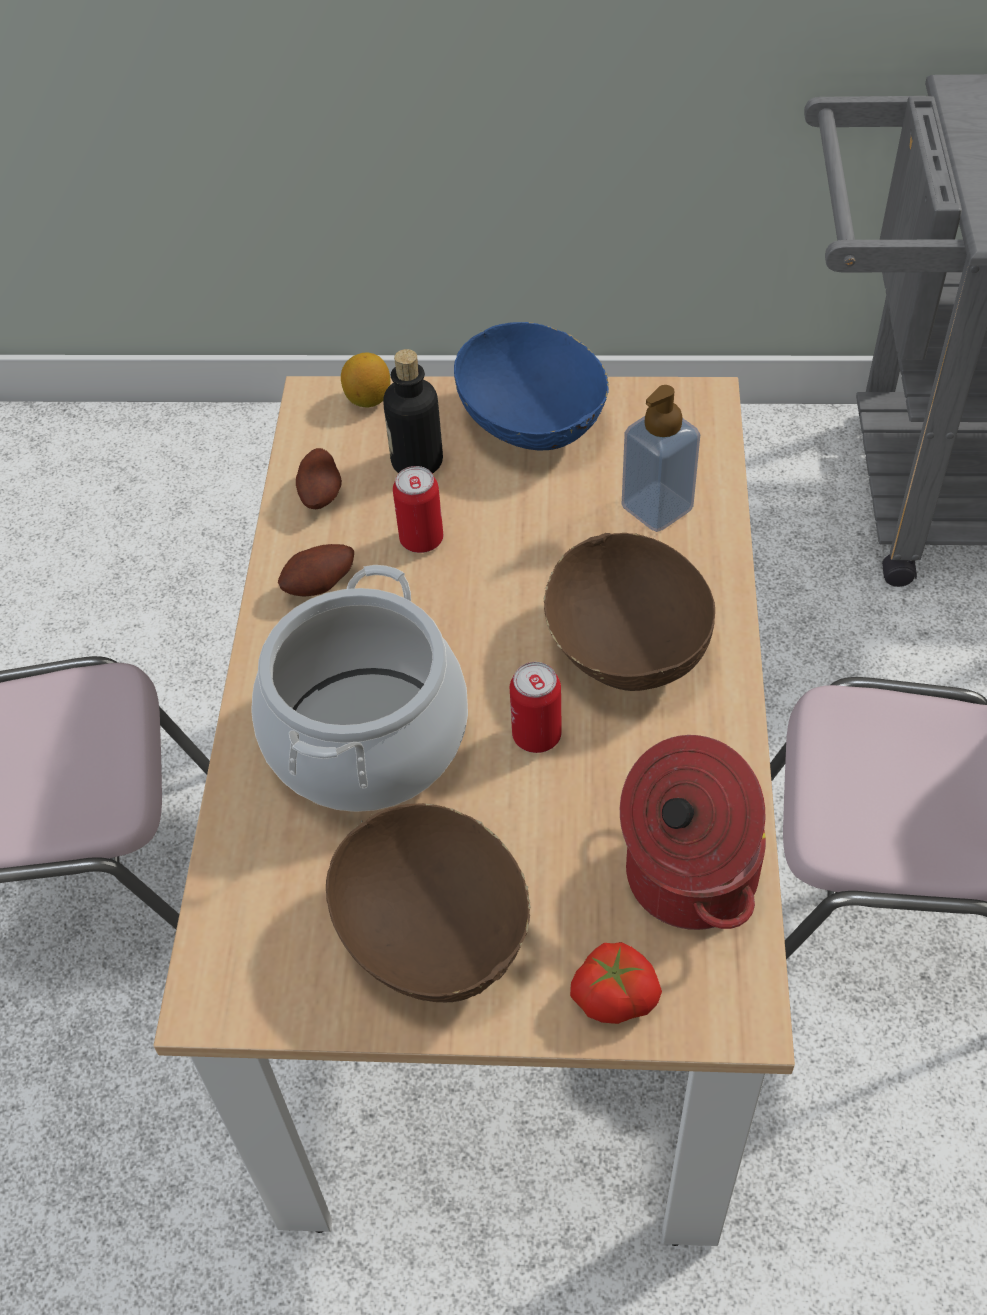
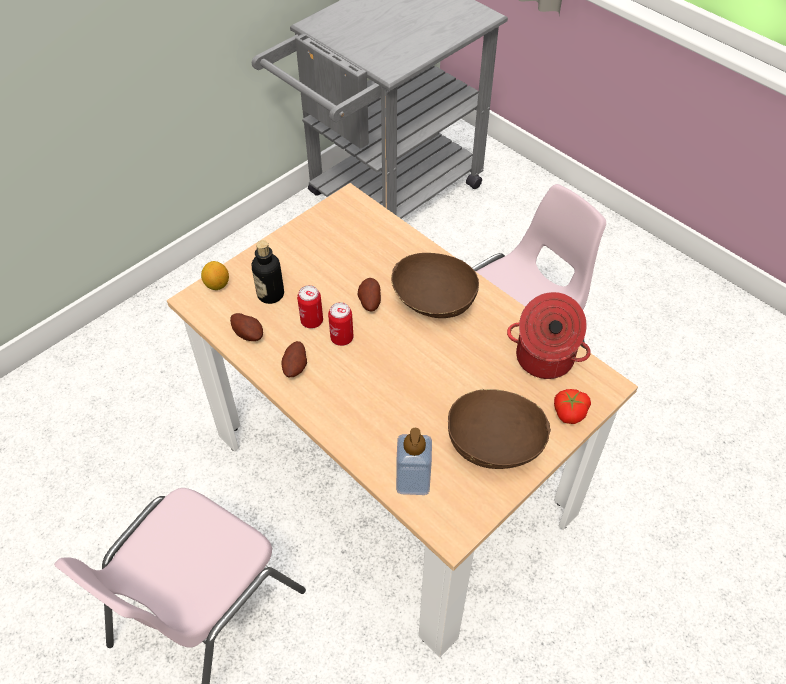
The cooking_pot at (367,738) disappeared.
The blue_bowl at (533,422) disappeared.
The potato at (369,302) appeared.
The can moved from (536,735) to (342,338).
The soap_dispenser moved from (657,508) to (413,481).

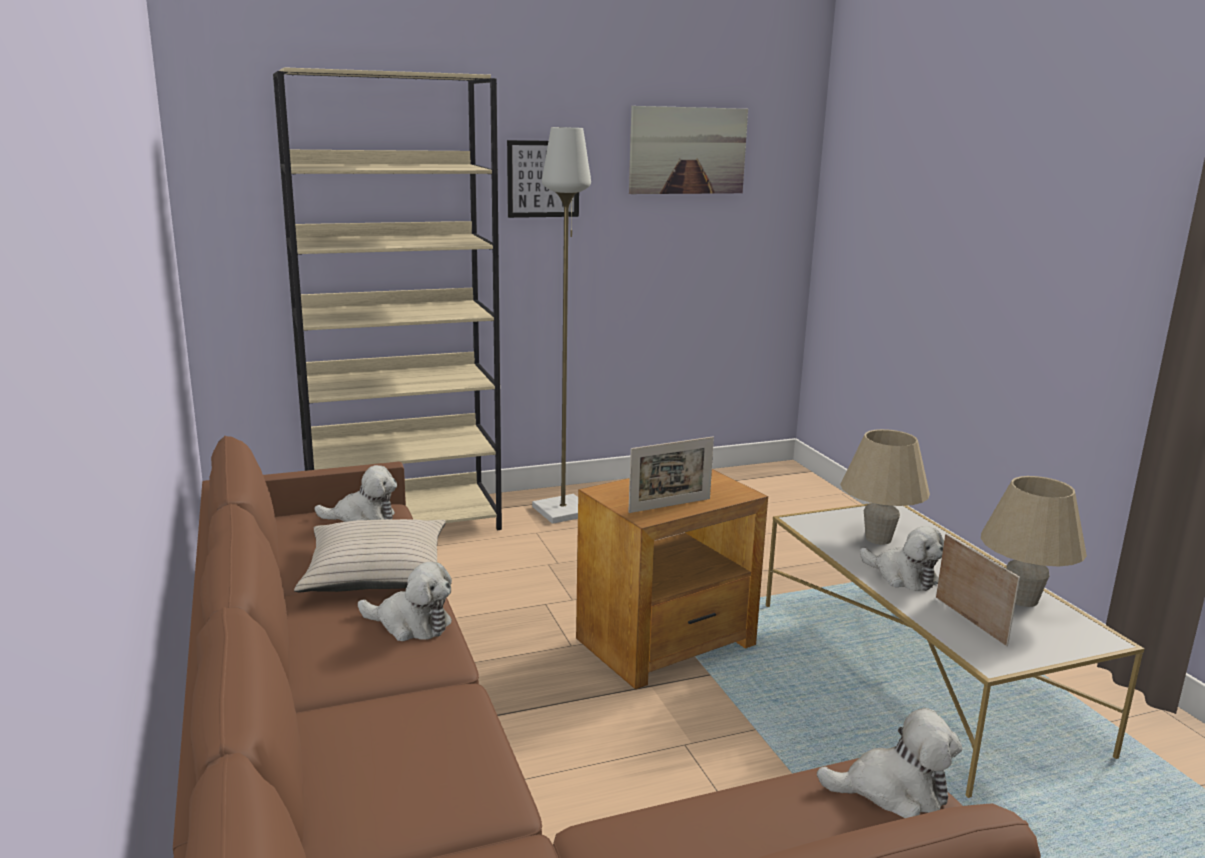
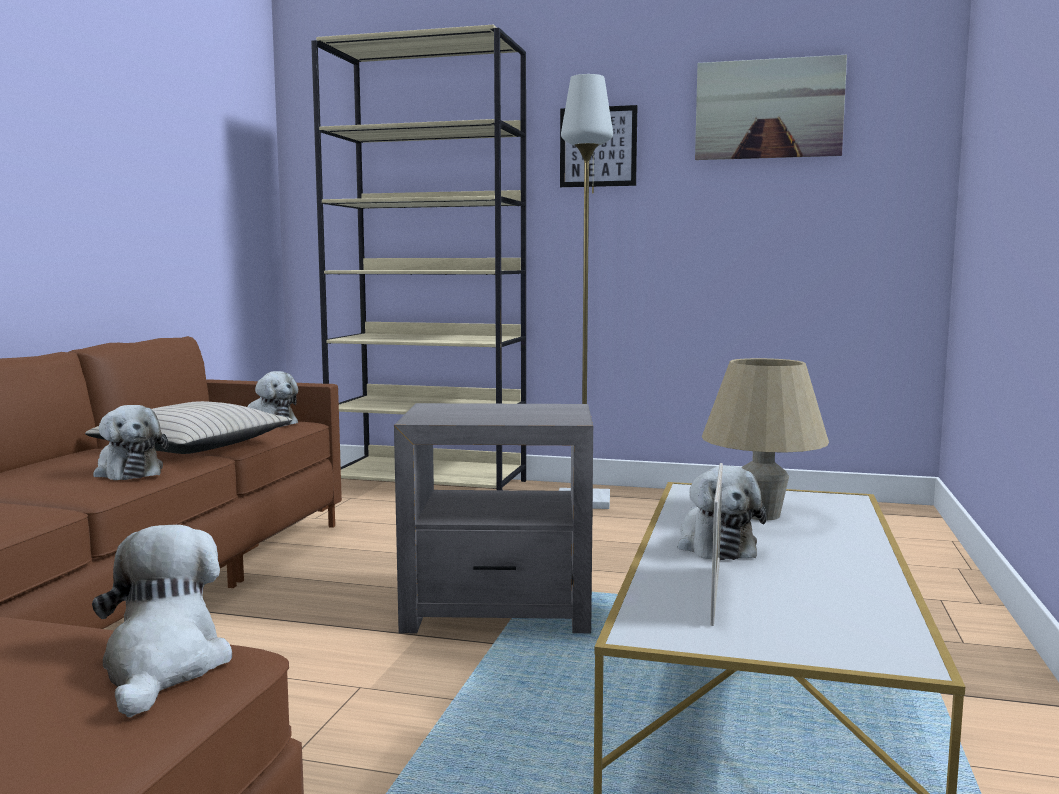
The picture_frame at (670,505) disappeared.
The beige_table_lamp at (1022,599) disappeared.
The brown_side_table at (667,642) became the grey_side_table at (500,608).
The plush_toy at (893,791) turned 135 degrees counterclockwise.

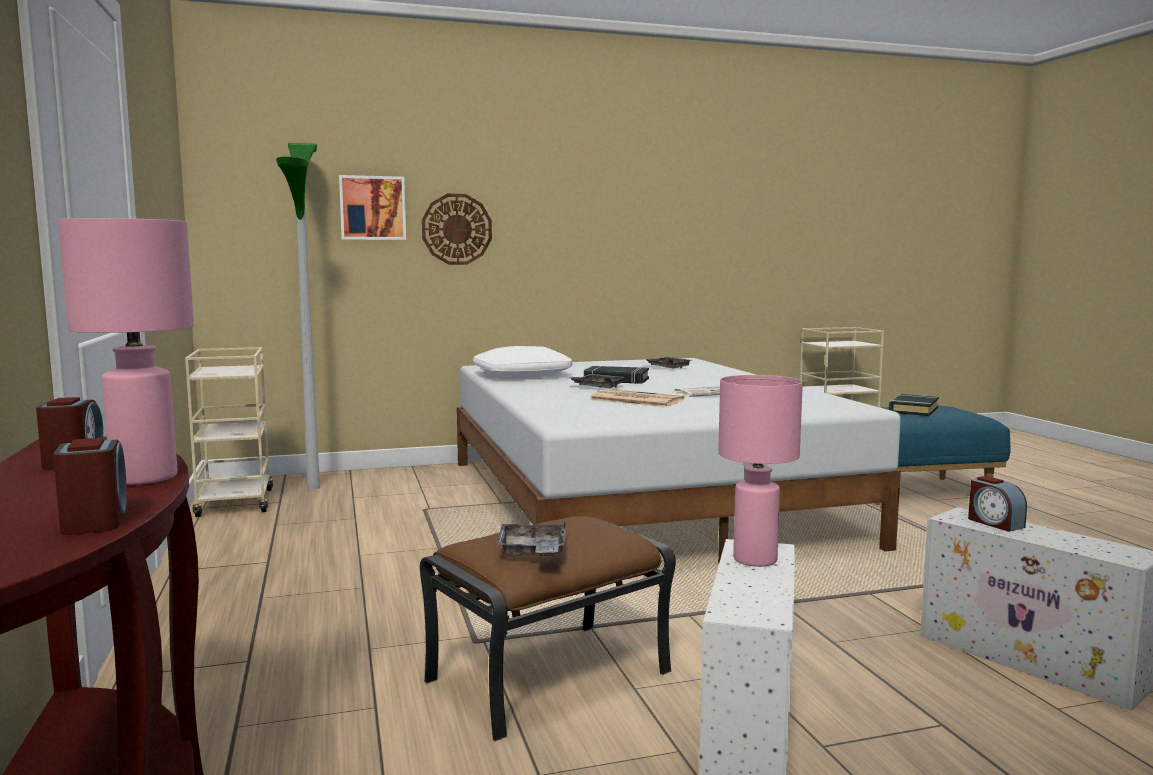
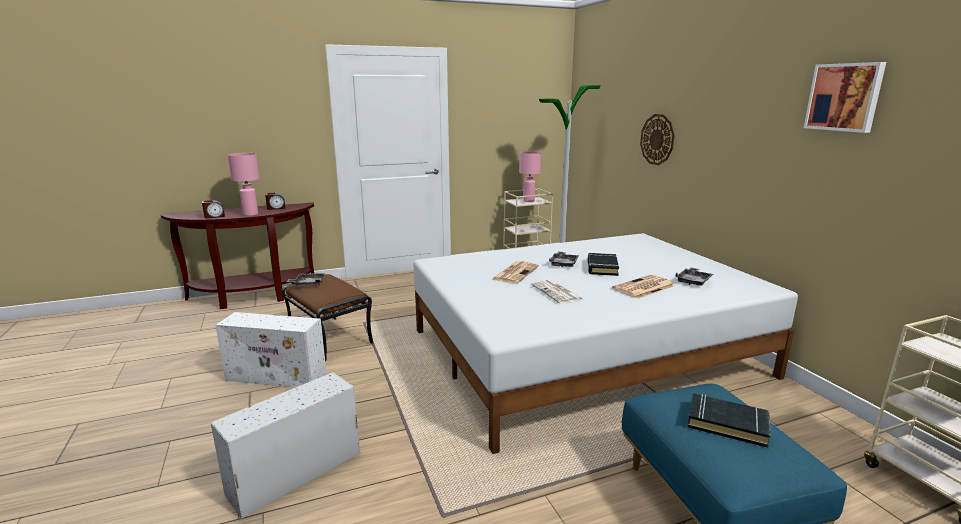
The white_pillow at (522,375) disappeared.
The alarm_clock at (994,523) disappeared.
The newspaper at (643,287) appeared.
The picture moved from (372,208) to (844,97).
The pink_table_lamp moved from (756,560) to (528,201).

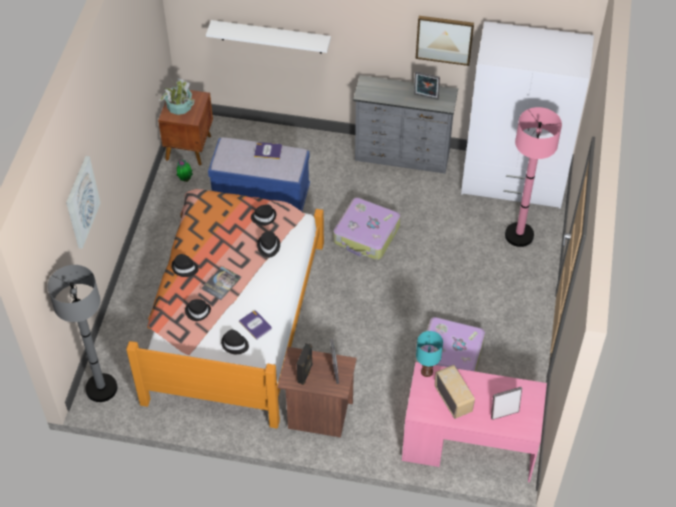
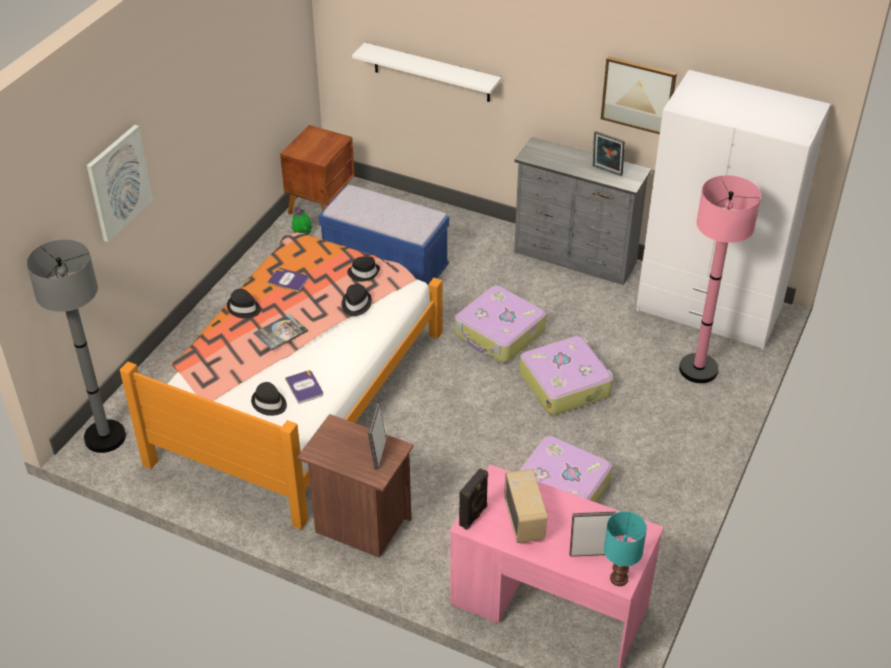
The potted_plant at (179,107) disappeared.
The black_hat at (198,311) disappeared.
The suitcase at (565,383) appeared.
The book moved from (268,151) to (288,280).
The black_speaker moved from (305,373) to (474,516).
The turquoise_table_lamp moved from (426,372) to (618,579).

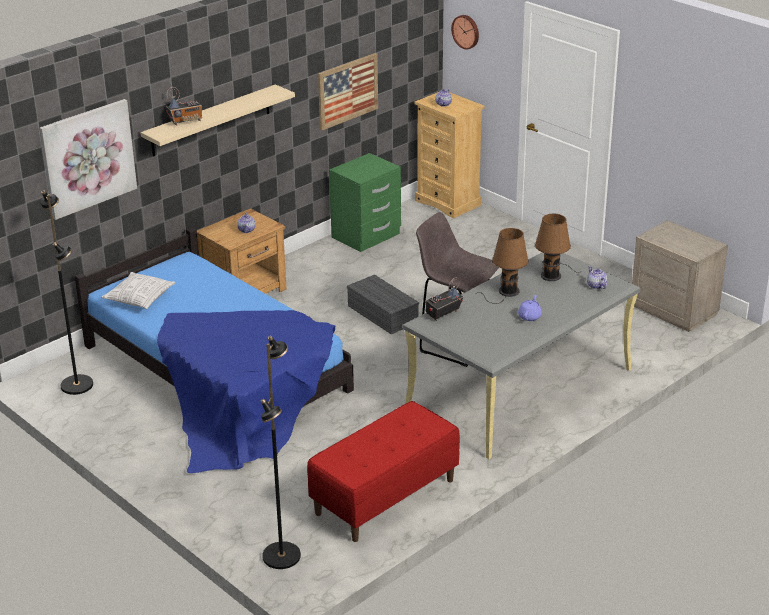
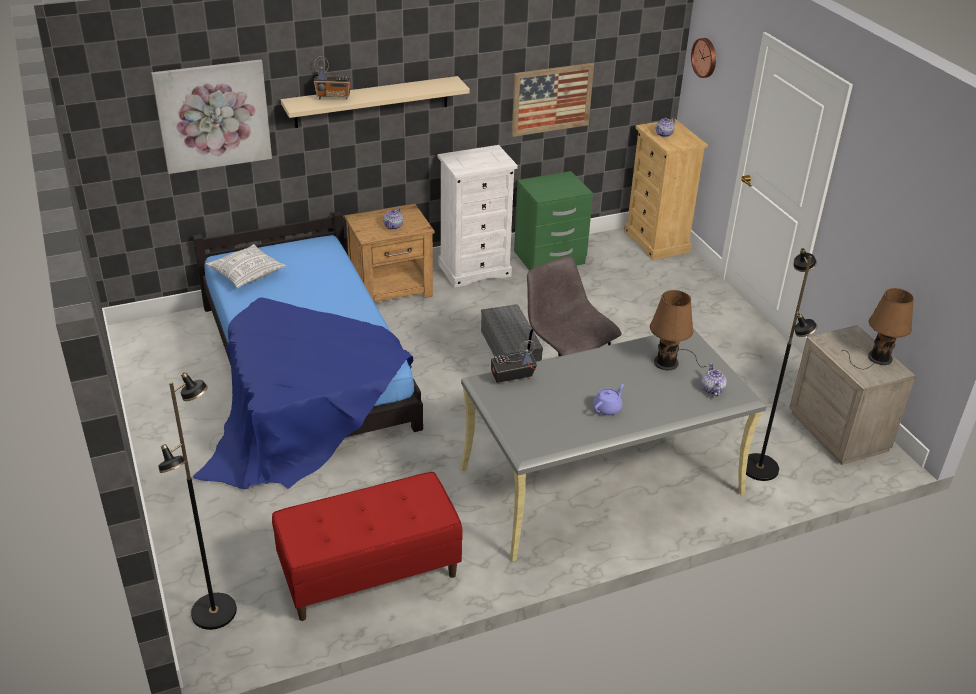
The white_dresser at (475,270) appeared.
The black_floor_lamp moved from (77,385) to (760,467).
The brown_table_lamp moved from (507,292) to (877,358).

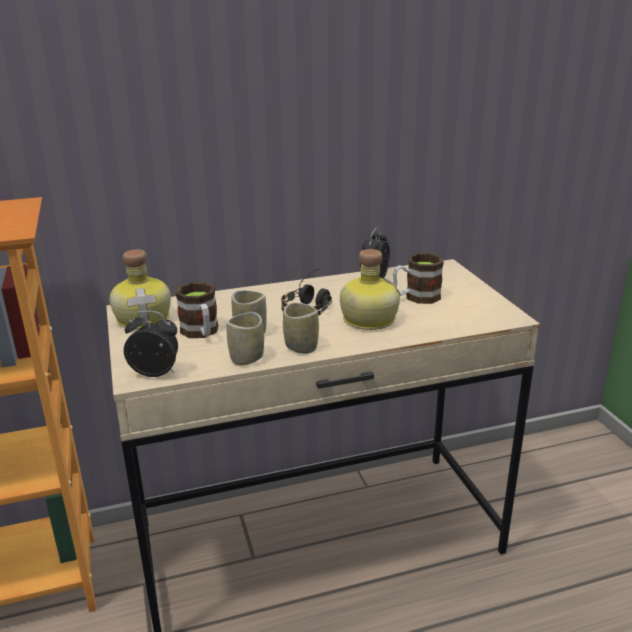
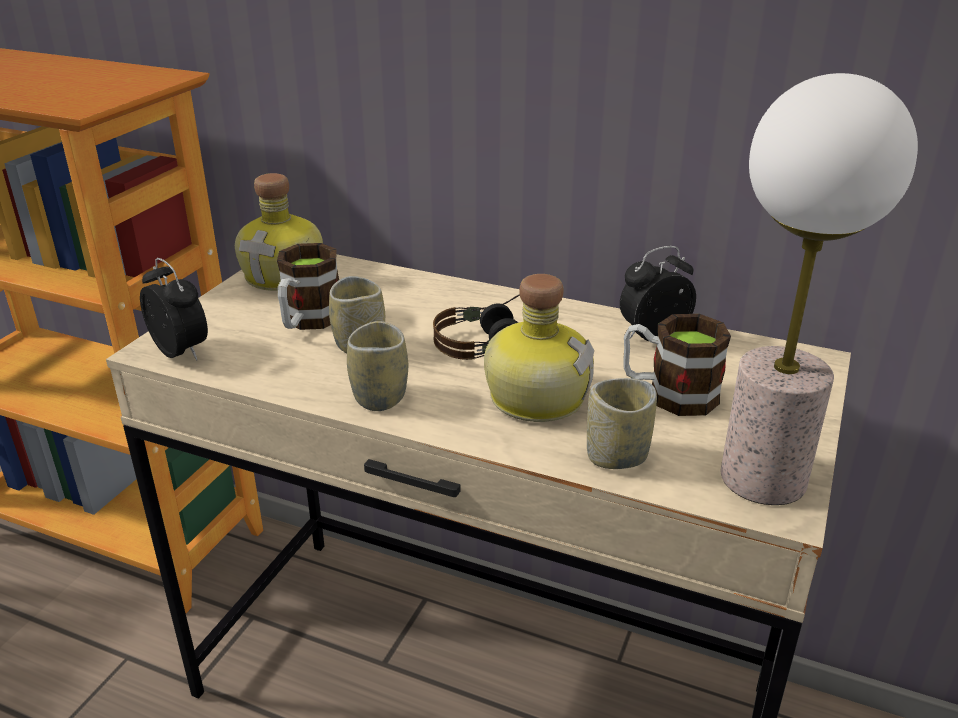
The table_lamp at (764,479) appeared.
The cup moved from (246,358) to (616,456).

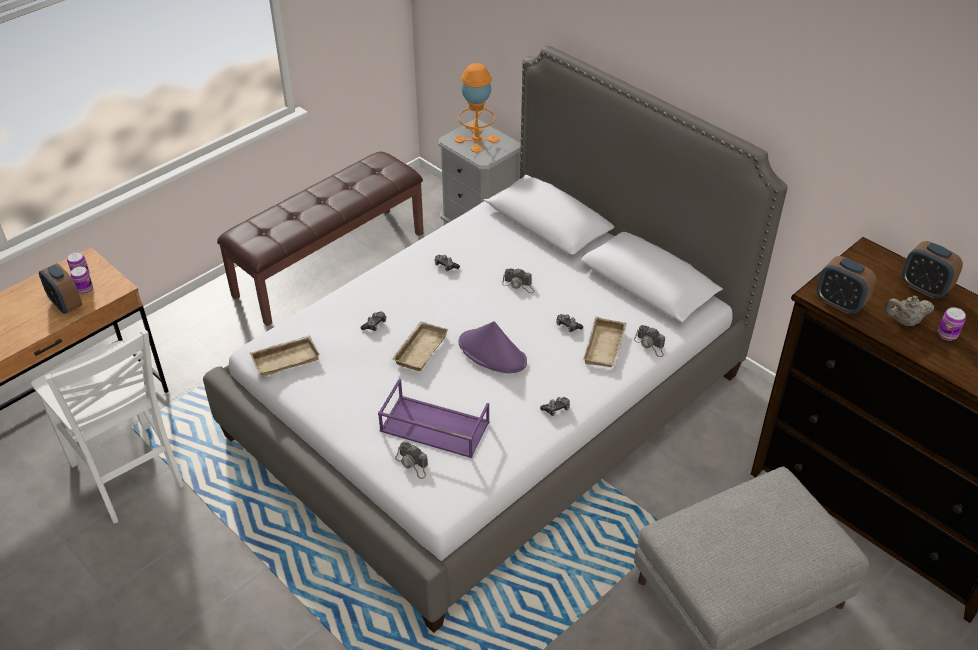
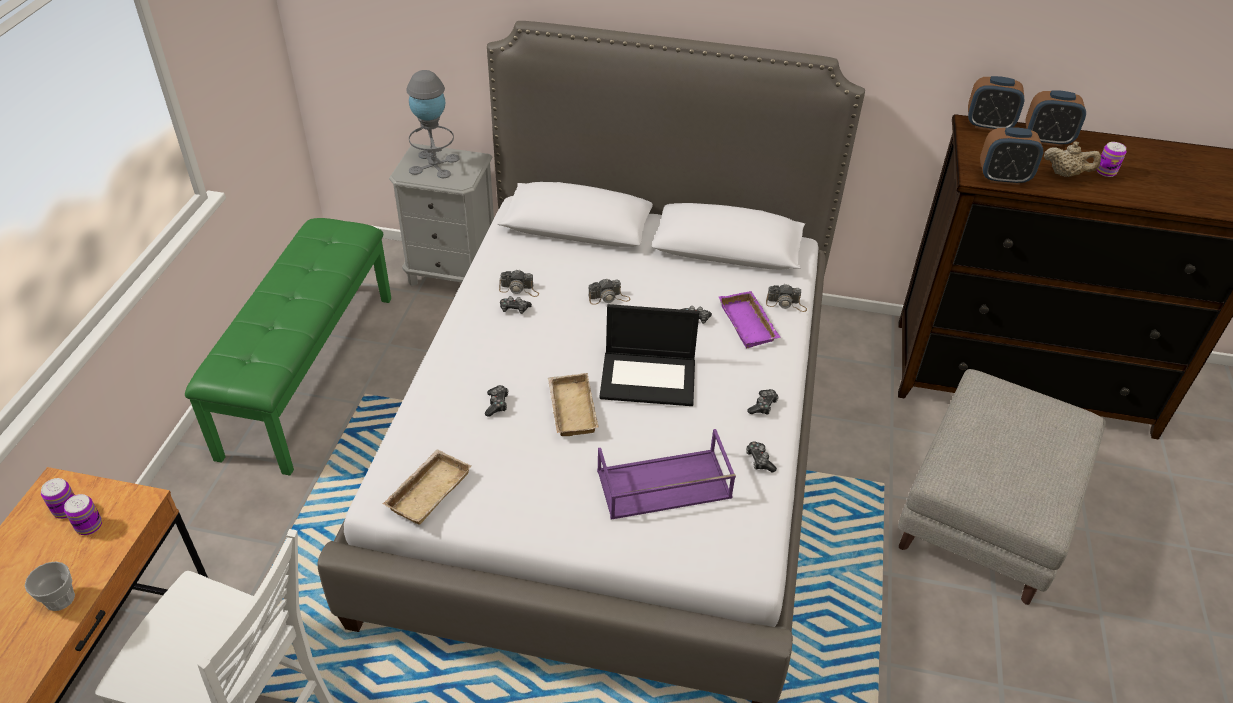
The cup at (60,599) appeared.
The game_controller at (759,460) appeared.
The alarm_clock moved from (66,304) to (988,125).
The photo_camera moved from (412,464) to (519,289).
The purple_hat at (493,353) was replaced by the laptop at (649,378).
The brown_bench at (330,263) became the green_bench at (308,372).
The orange_table_lamp at (476,139) became the grey_table_lamp at (434,164).
The beige_tray at (606,347) became the purple_tray at (750,324).
The beige_teapot at (904,322) turned 120 degrees counterclockwise.

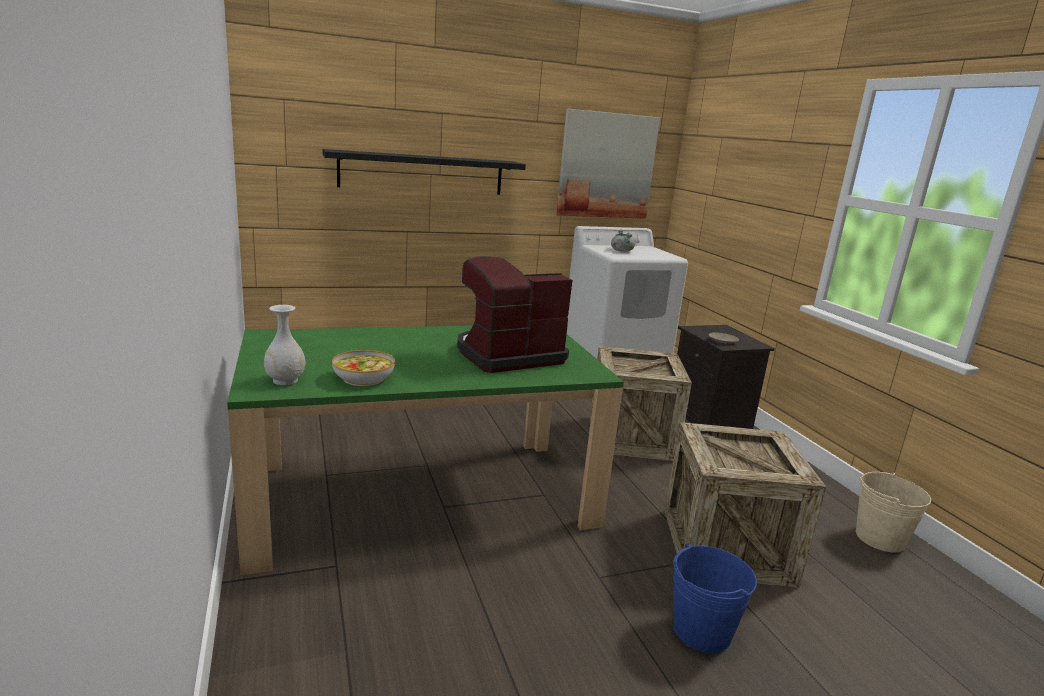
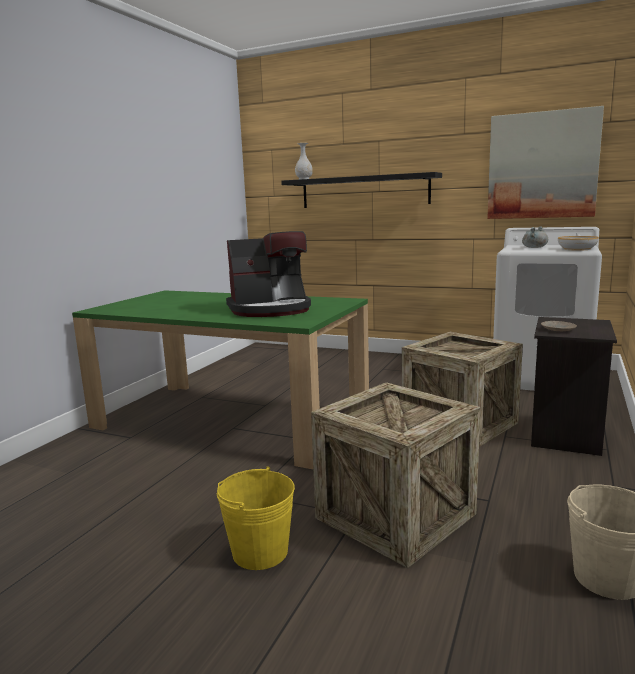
The white_vase moved from (285,380) to (304,179).
The bowl moved from (363,378) to (576,249).
The blue_bucket at (701,631) became the yellow_bucket at (260,552).
The coffee_machine at (507,355) turned 150 degrees clockwise.

